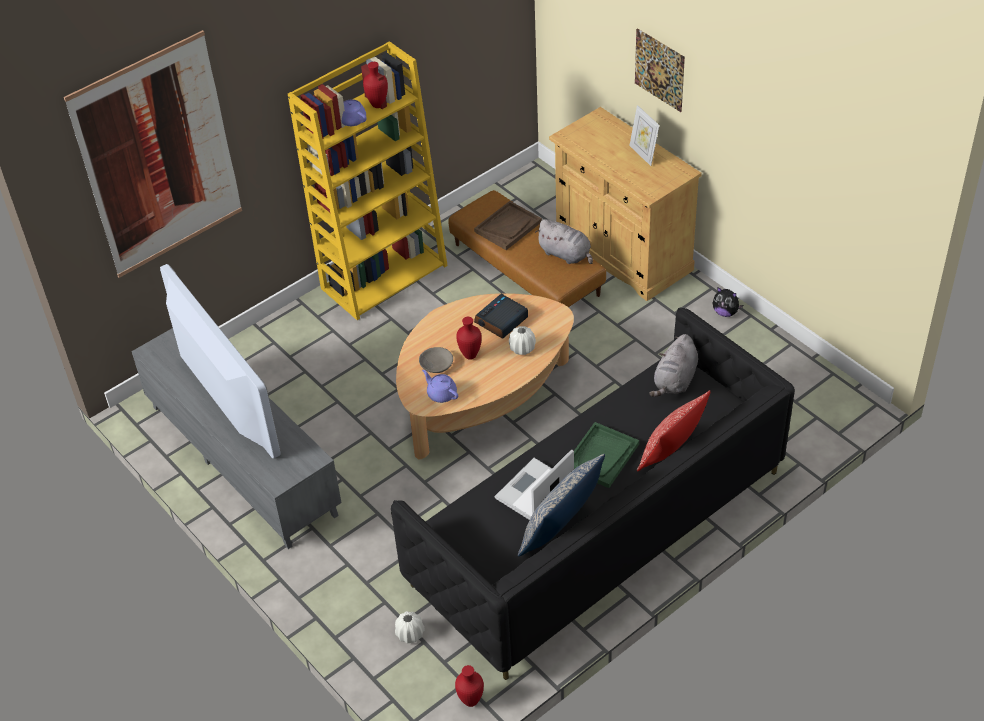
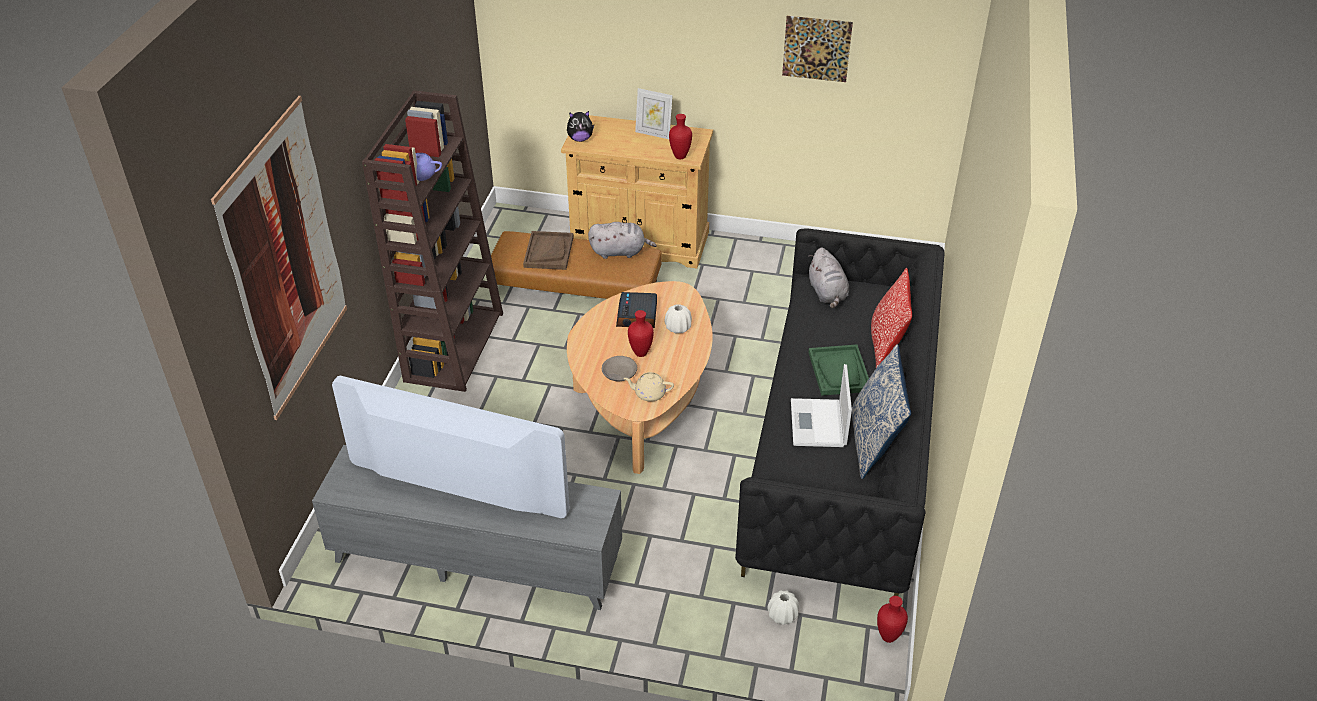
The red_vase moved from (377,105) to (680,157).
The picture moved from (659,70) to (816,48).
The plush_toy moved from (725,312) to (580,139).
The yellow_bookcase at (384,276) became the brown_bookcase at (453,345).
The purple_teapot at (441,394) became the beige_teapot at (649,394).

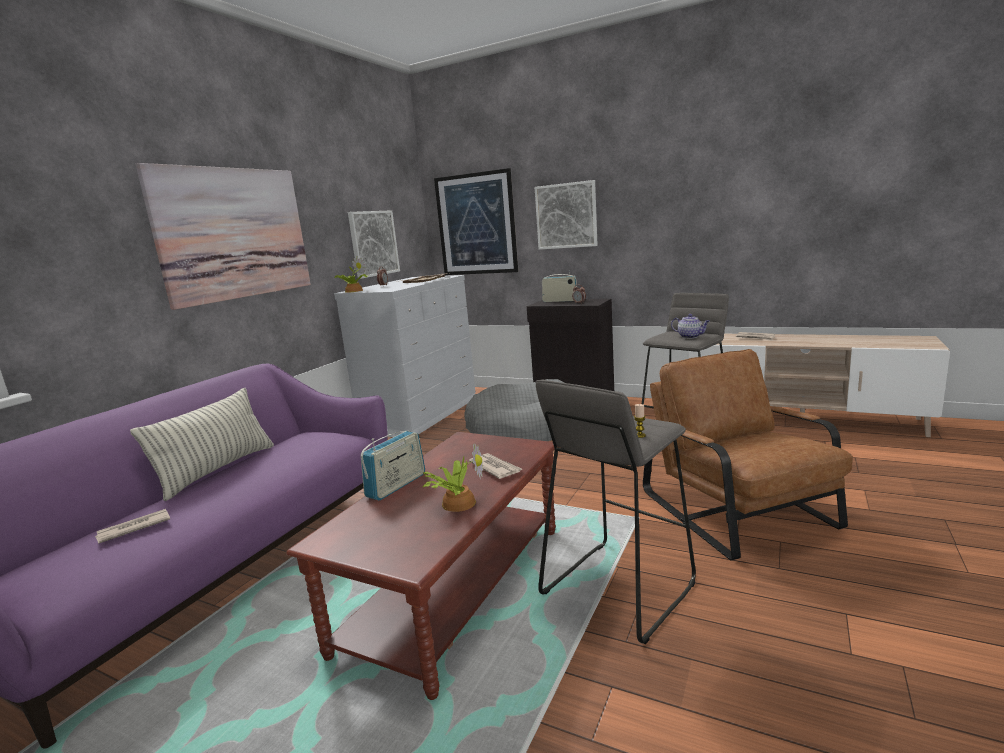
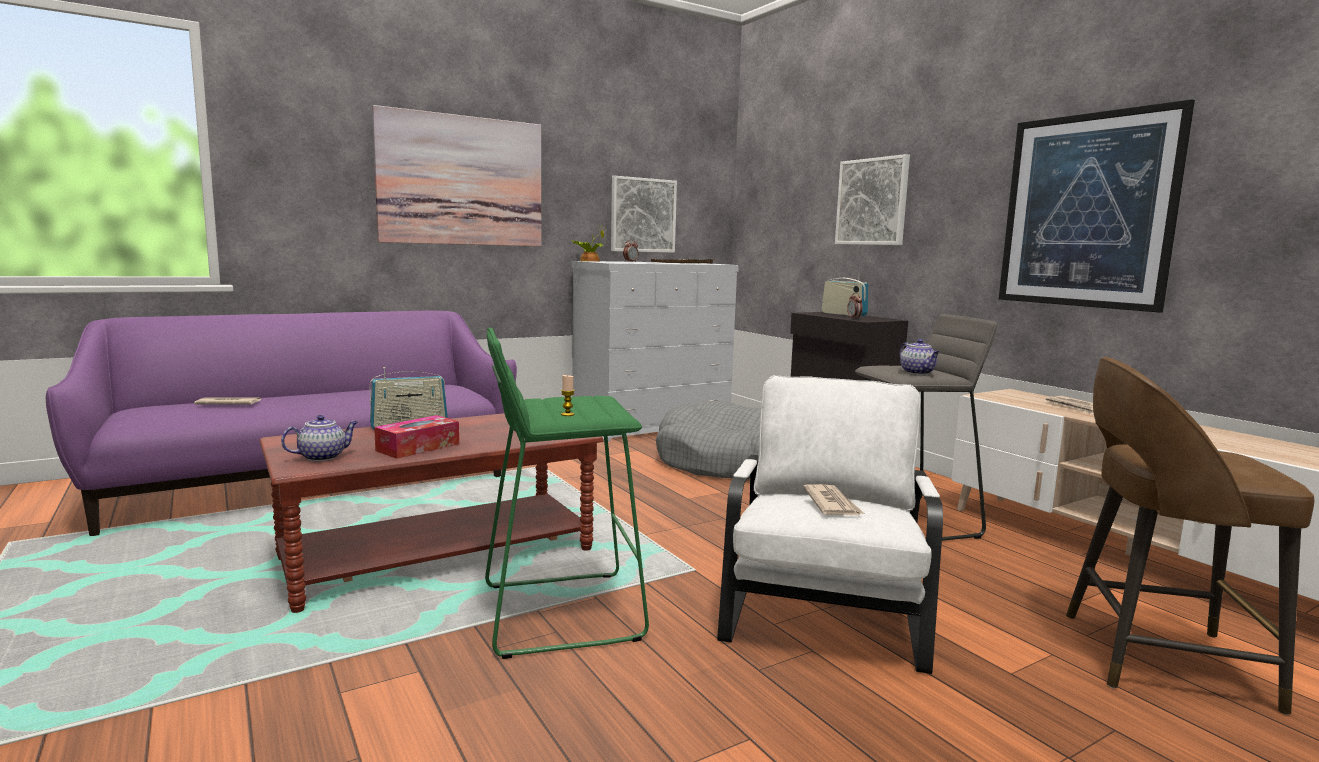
The pillow at (217,470) disappeared.
The teapot at (323,457) appeared.
The brown_stool at (1157,658) appeared.
The picture moved from (476,224) to (1087,211).
The newspaper moved from (495,468) to (832,504).
The potted_plant at (457,502) was replaced by the tissue_box at (418,447).
The grey_stool at (617,589) became the green_stool at (560,612).
The brown_armchair at (739,510) became the white_armchair at (825,606).

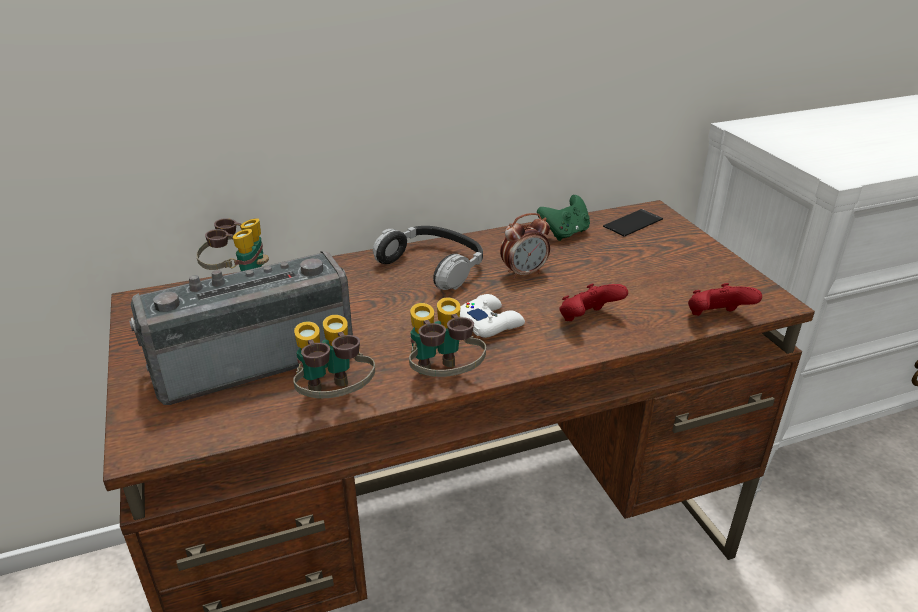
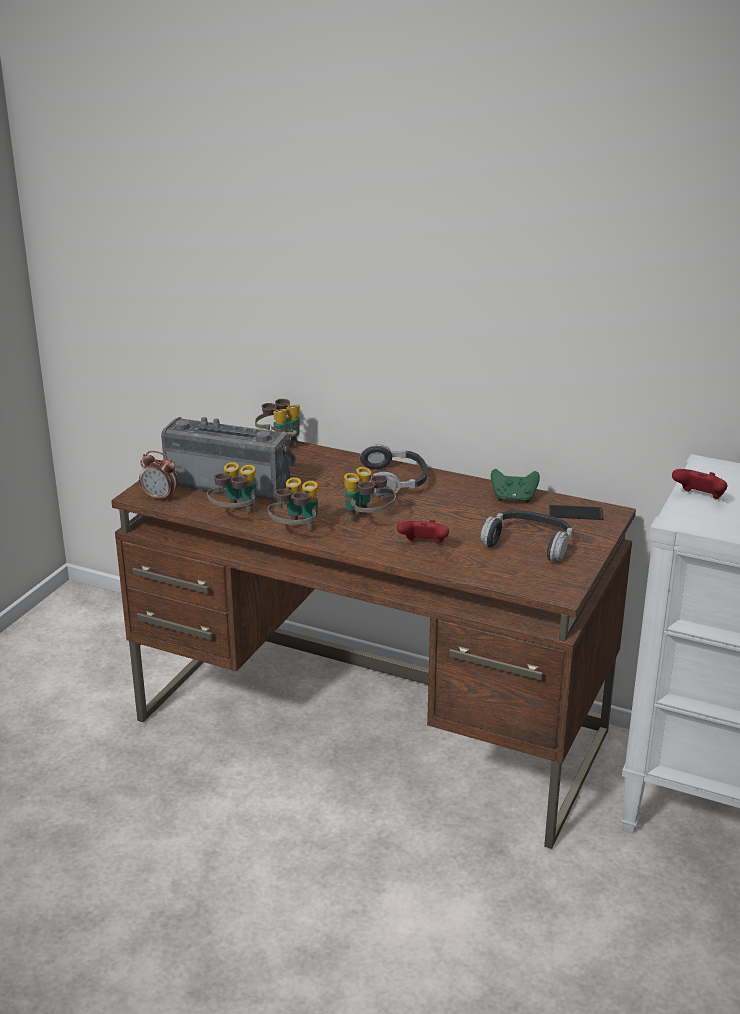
The headphones at (528,544) appeared.
The alarm_clock moved from (524,273) to (160,498).
The red_game_controller moved from (716,318) to (699,498).
The white_game_controller at (489,323) was replaced by the binoculars at (367,521).

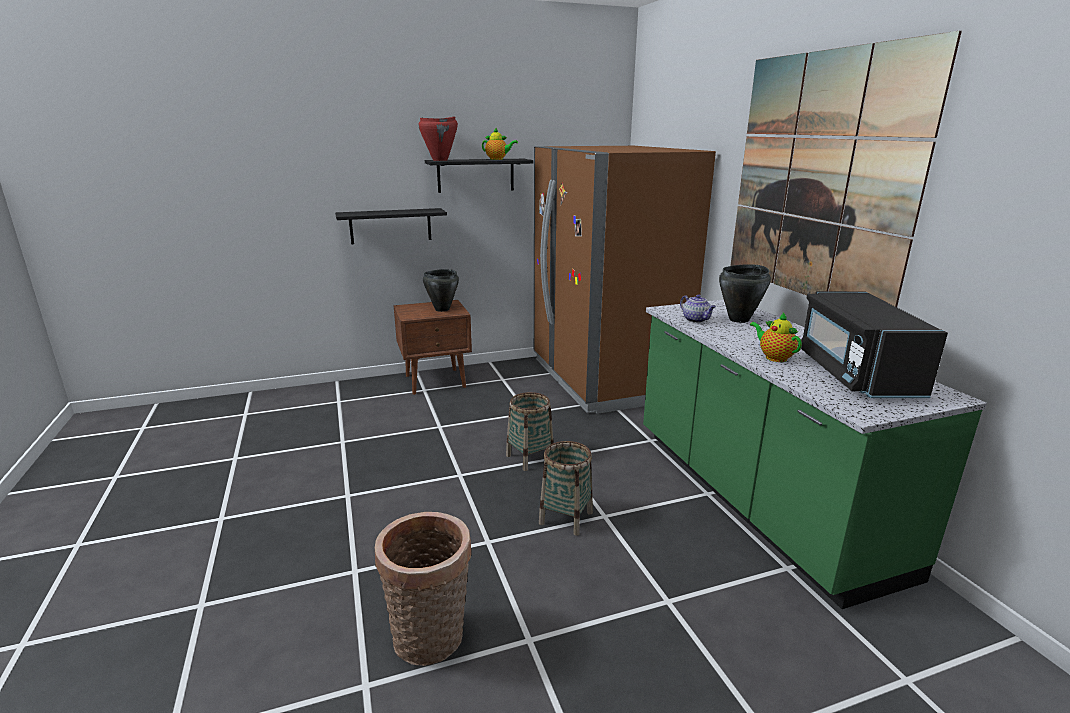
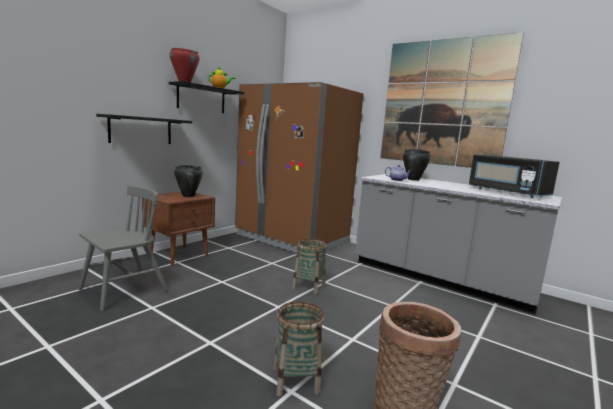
The teapot at (773,357) disappeared.
The grey_chair at (123,290) appeared.
The basket moved from (566,518) to (296,380).
The green_counter at (756,498) became the grey_counter at (440,279).

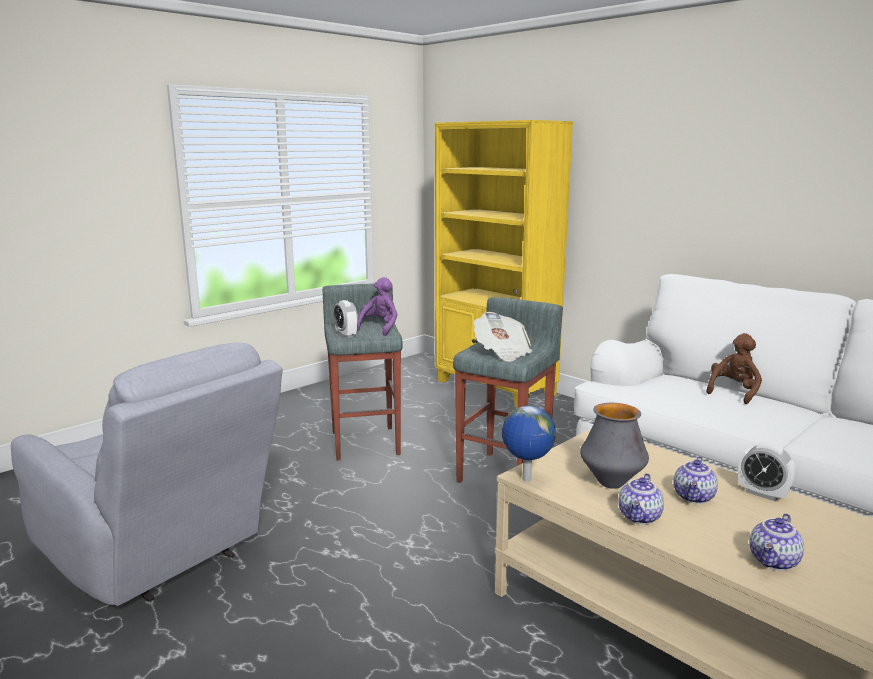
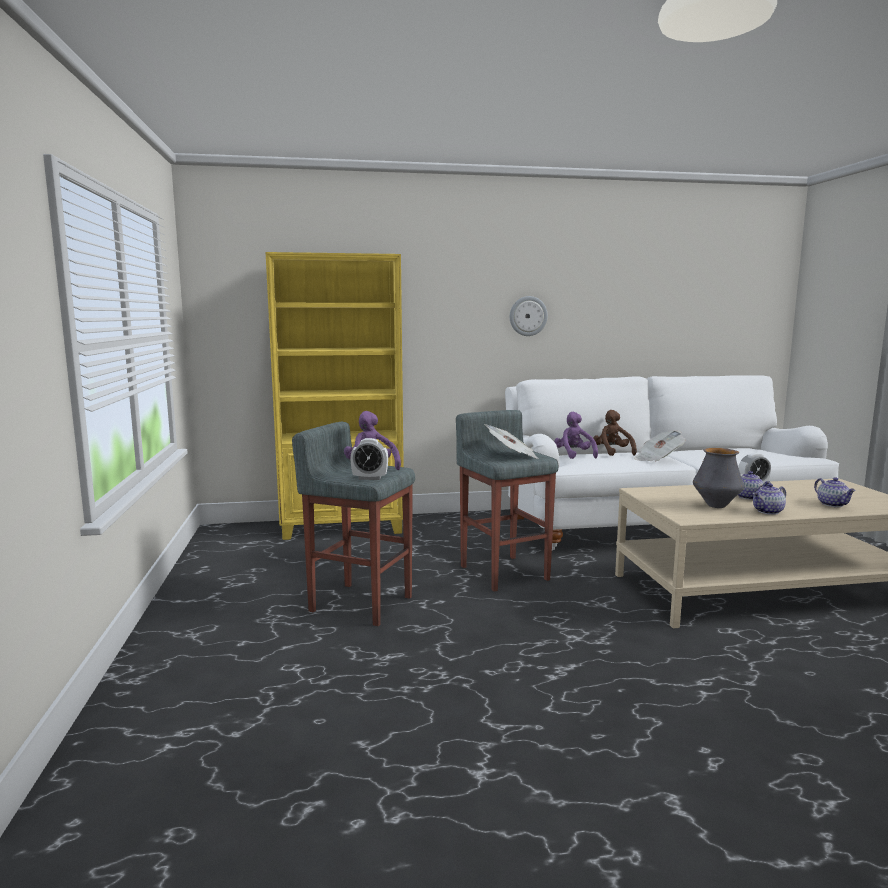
The grey_armchair at (160,554) disappeared.
The globe at (526,480) disappeared.
The wall_clock at (528,316) appeared.
The purple_plush_toy at (574,455) appeared.
The newspaper at (657,459) appeared.
The teapot at (640,517) turned 90 degrees clockwise.

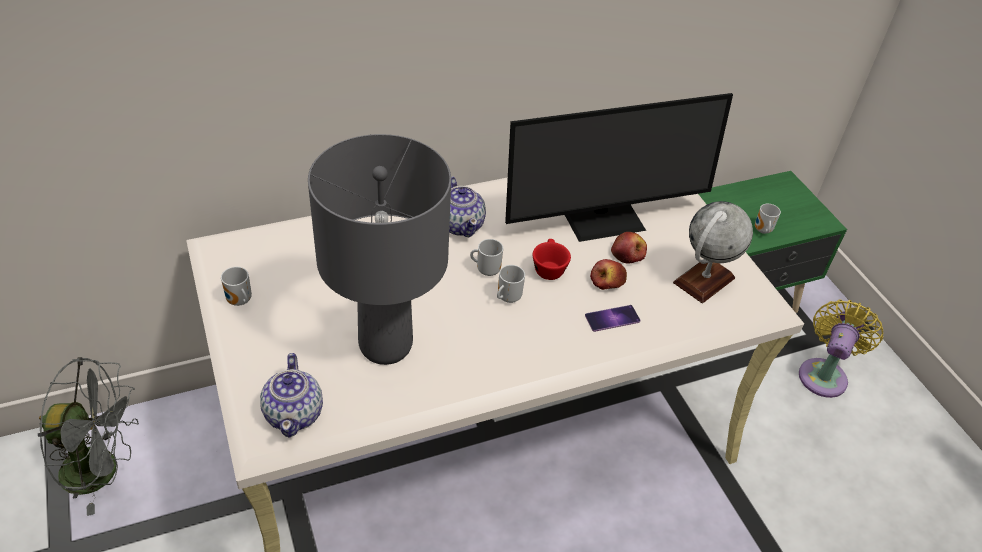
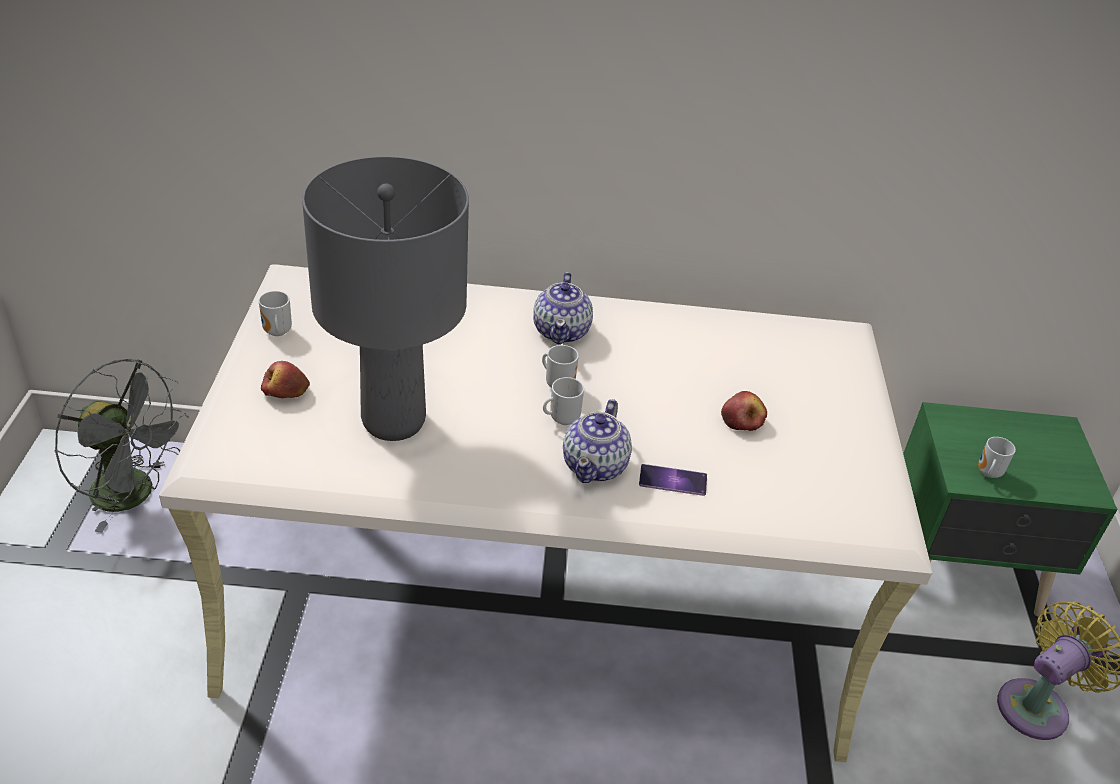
The monitor at (600,214) disappeared.
The red_cup at (548,268) disappeared.
The globe at (704,280) disappeared.
The teapot moved from (294,413) to (596,465).
The apple moved from (607,282) to (285,391).

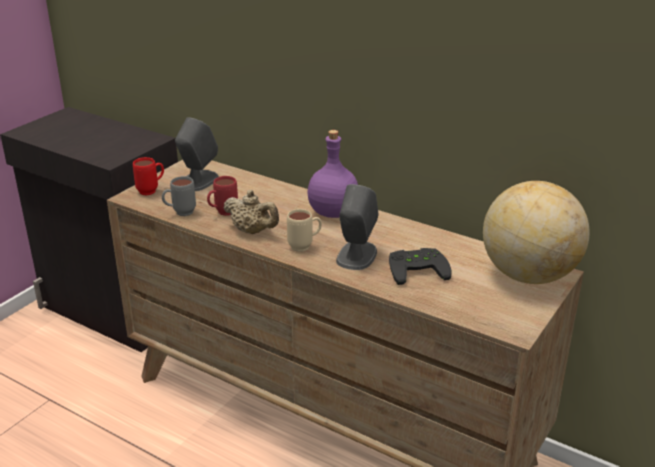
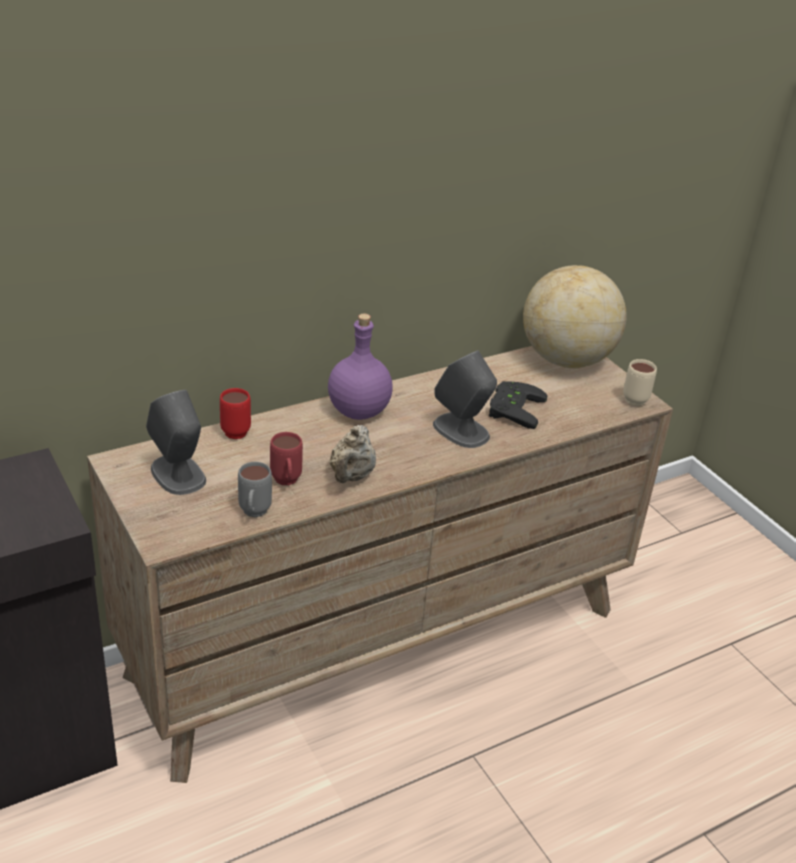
The red_mug moved from (151,190) to (235,429).
The beige_mug moved from (305,246) to (635,398).
The beige_teapot at (252,231) turned 135 degrees clockwise.

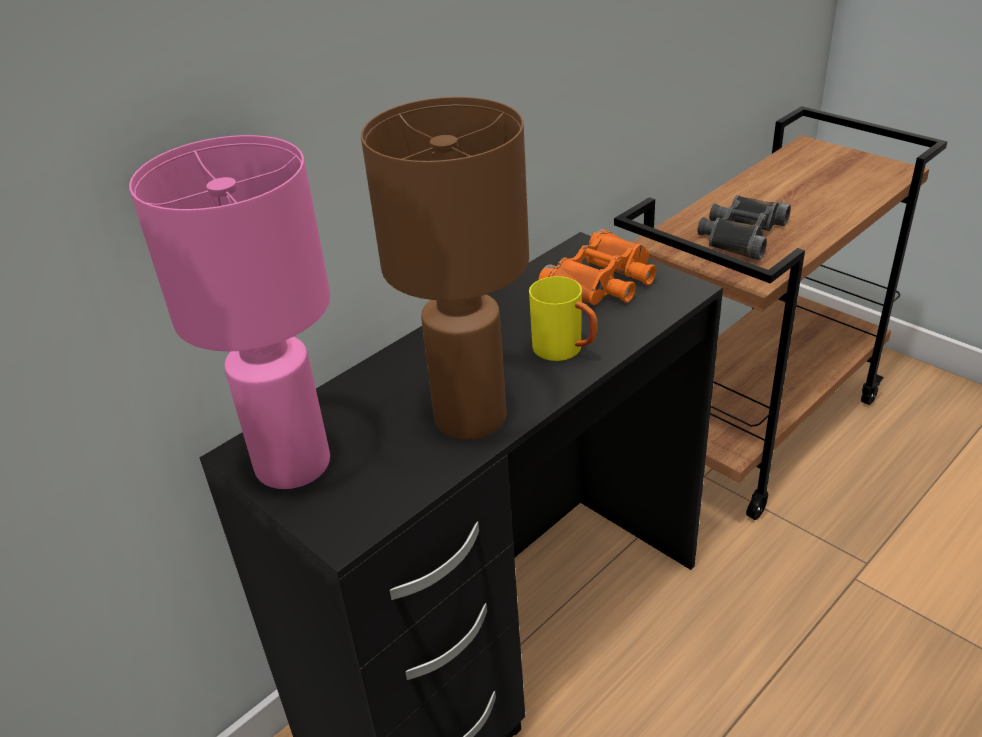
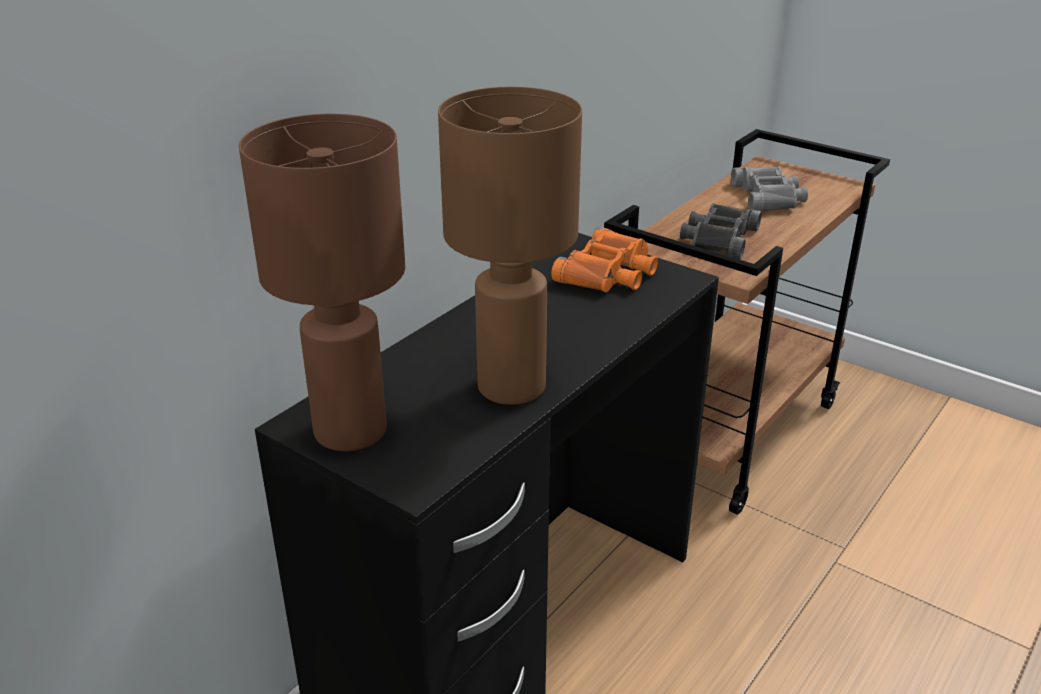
The yellow_mug at (565,351) disappeared.
The grey_binoculars at (768,197) appeared.
The pink_table_lamp at (295,465) became the brown_table_lamp at (352,431).

